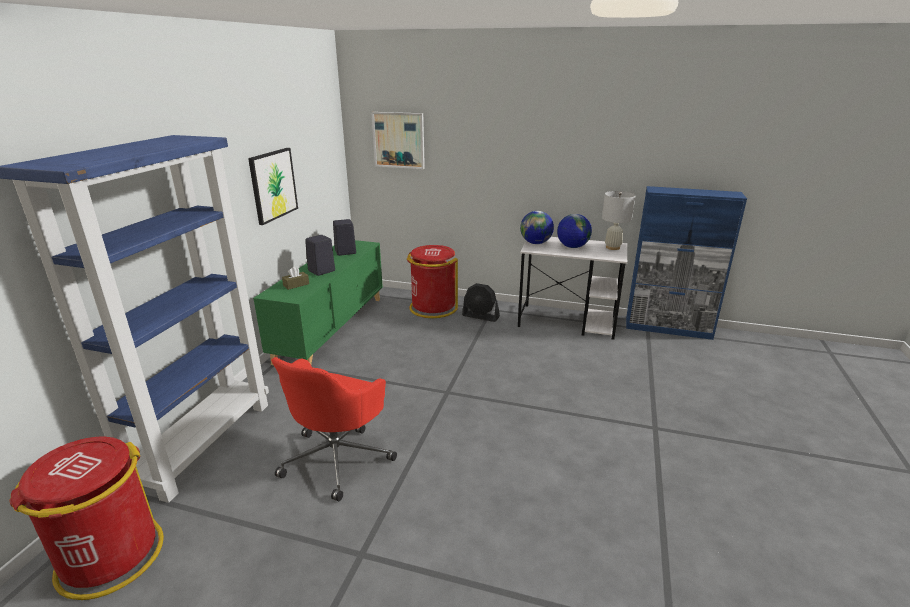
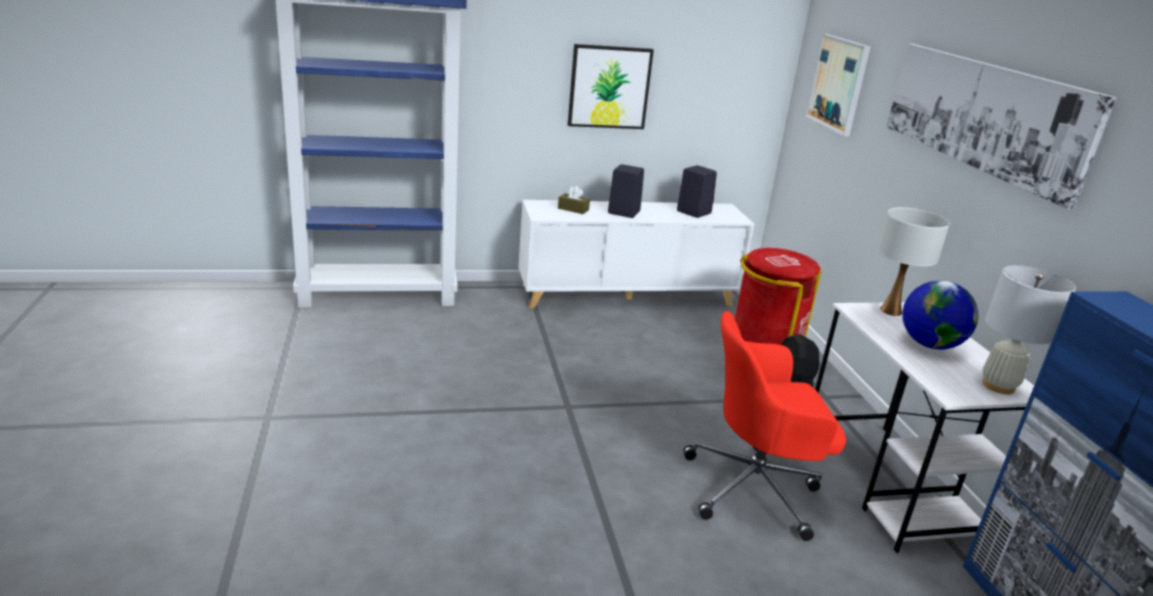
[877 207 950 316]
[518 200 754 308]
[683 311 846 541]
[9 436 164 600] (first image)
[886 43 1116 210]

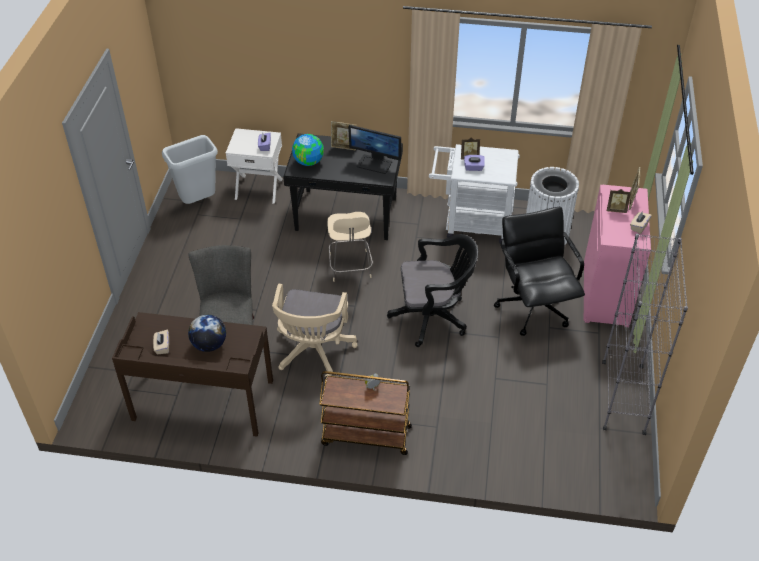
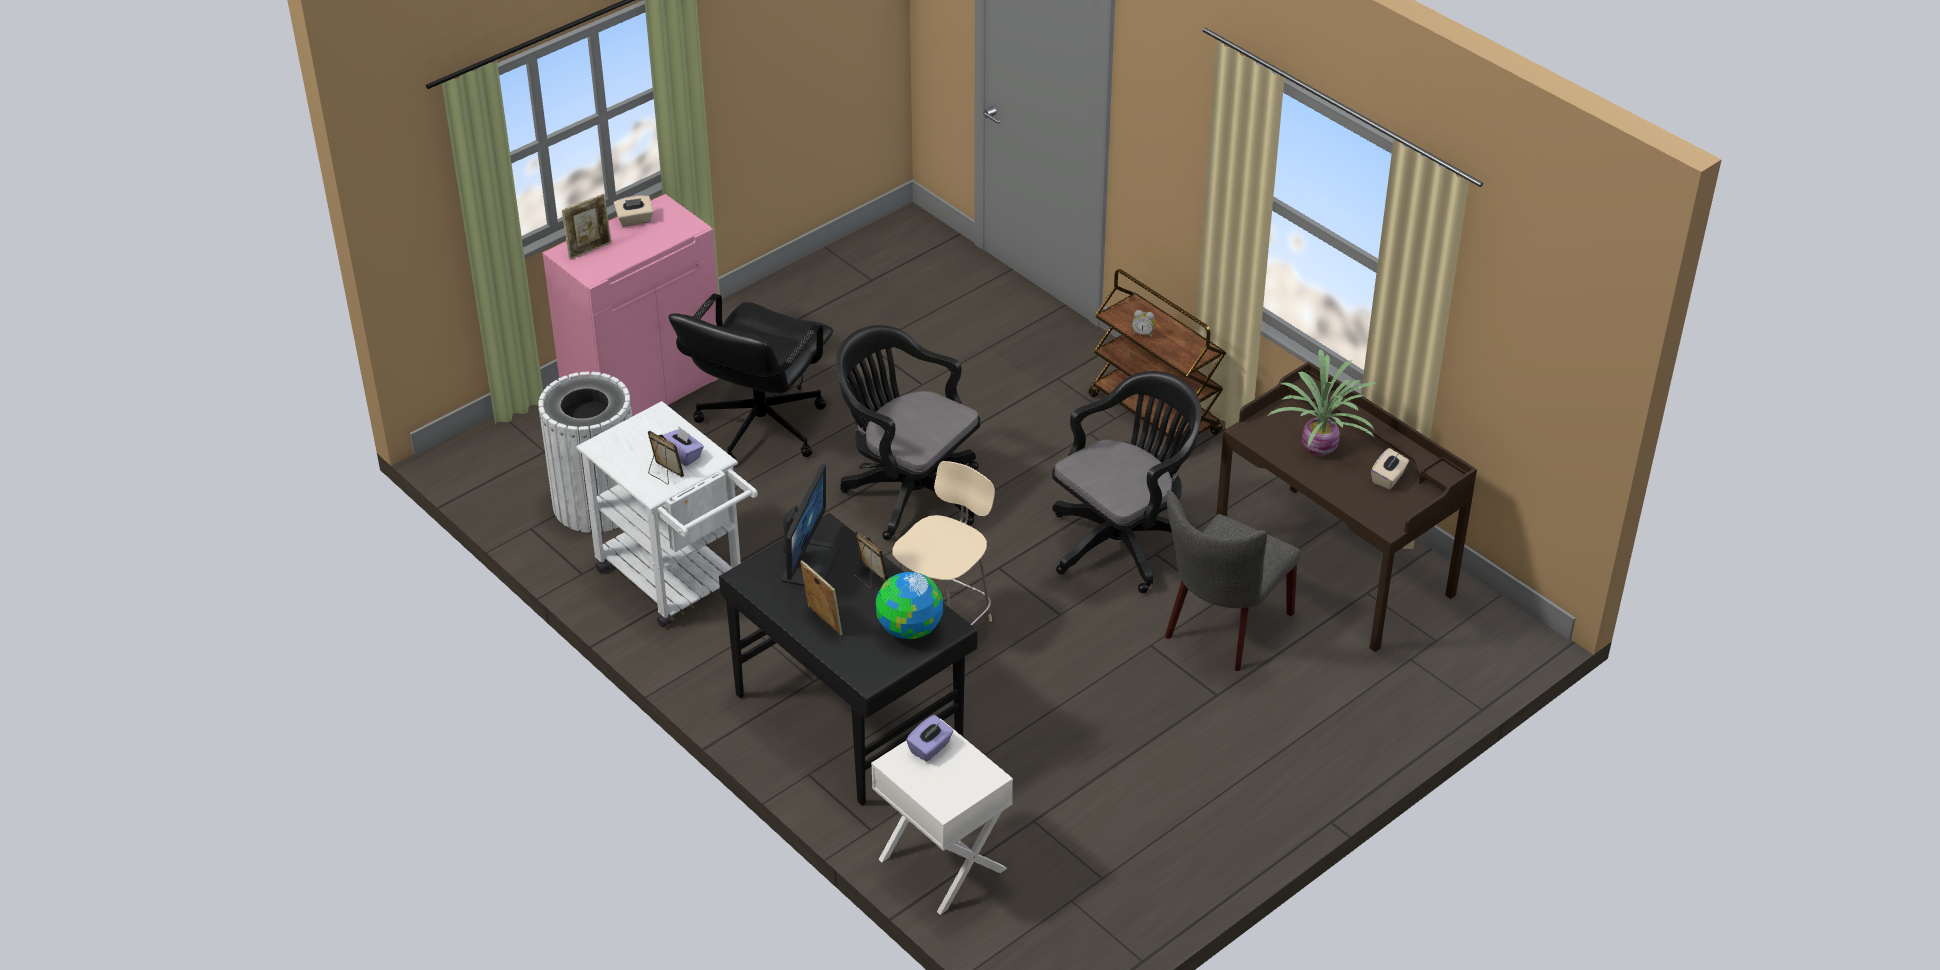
[781 464 840 586]
[162 135 218 204] (first image)
[853 531 888 588]
[602 234 688 435] (first image)
[1052 371 1201 593]
[1267 349 1376 456]

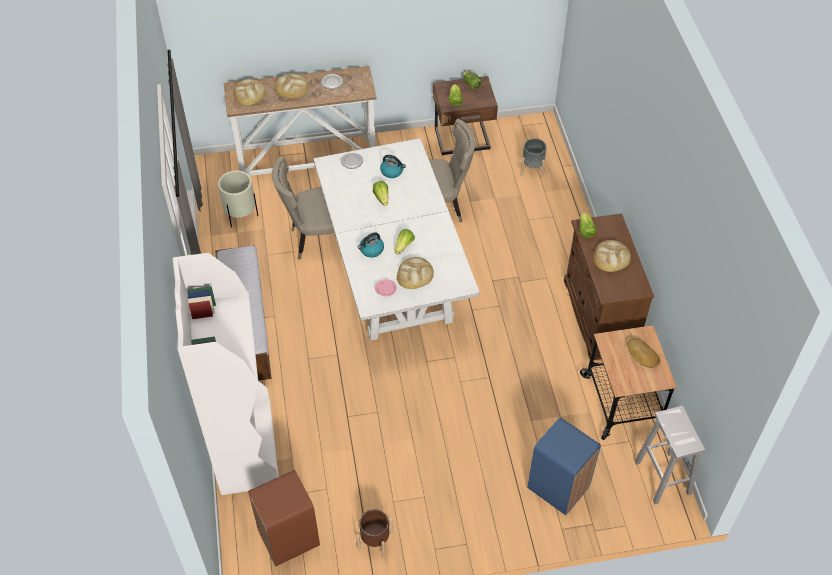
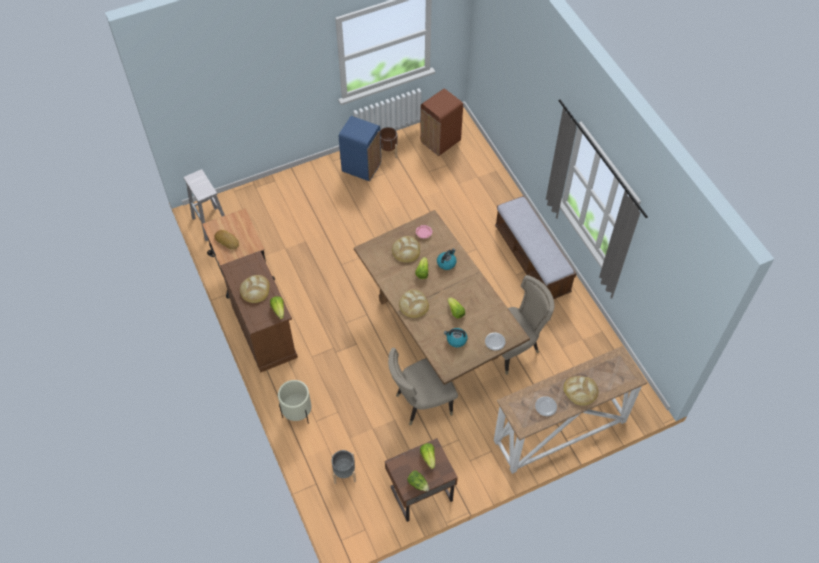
[399 289 429 318]
[354 210 530 385]
[278 380 312 424]
[173 253 279 495] (first image)
[339 116 381 181]

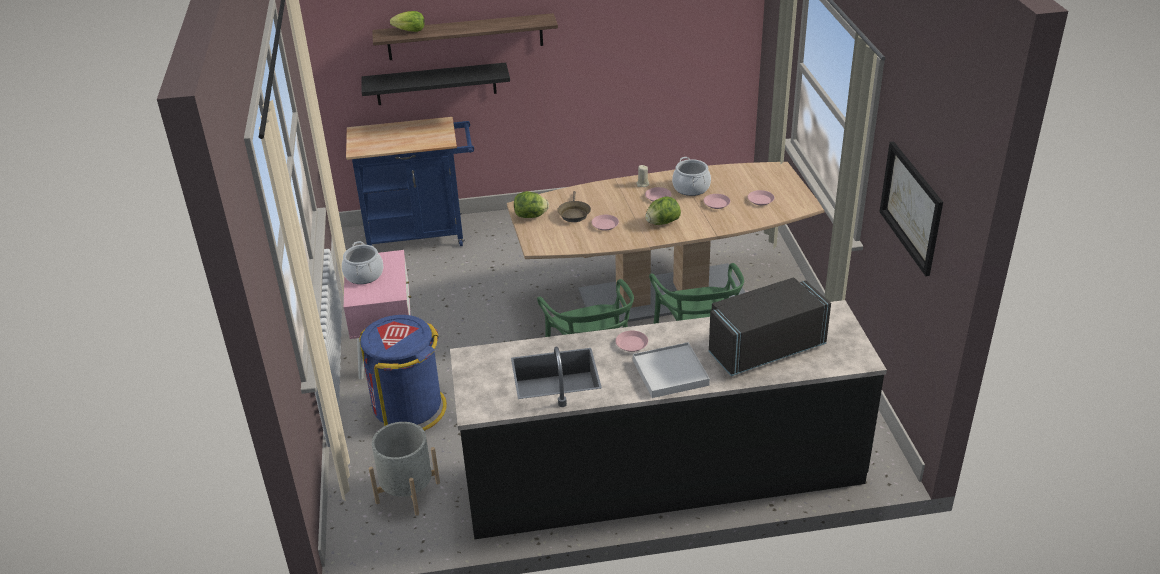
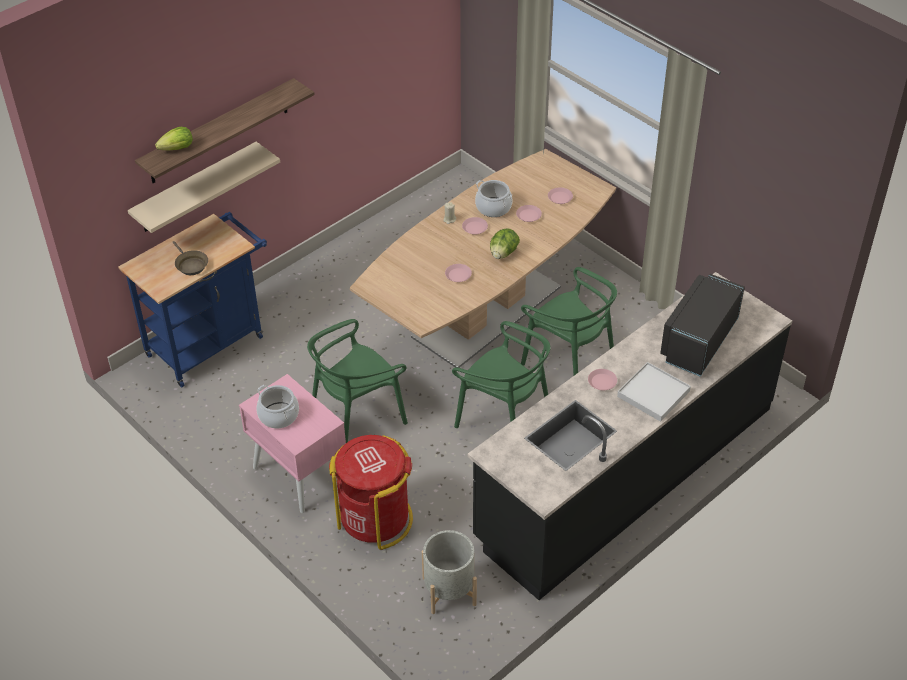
[128 142 280 233]
[879 141 943 276] (first image)
[514 191 549 218] (first image)
[173 241 208 275]
[329 435 413 550]
[307 319 408 443]

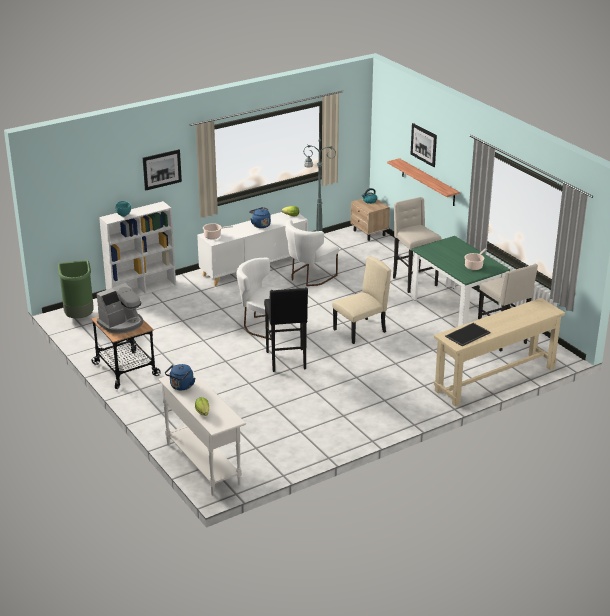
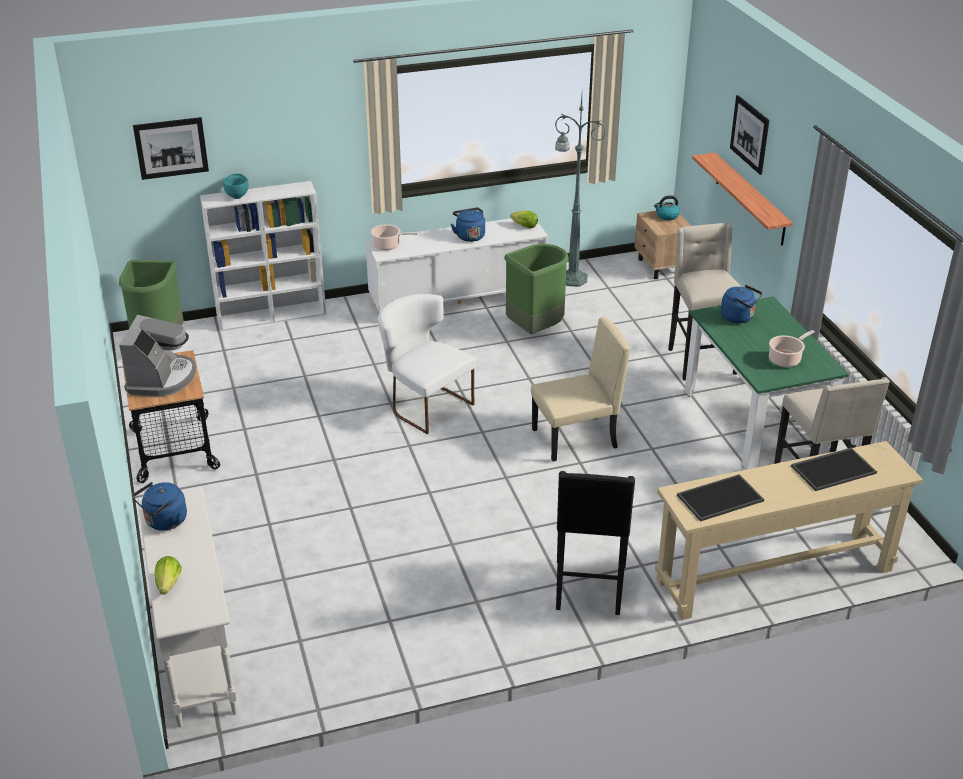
[133 117 209 180]
[504 244 569 334]
[119 315 196 397]
[556 471 635 615]
[721 285 762 323]
[791 448 877 491]

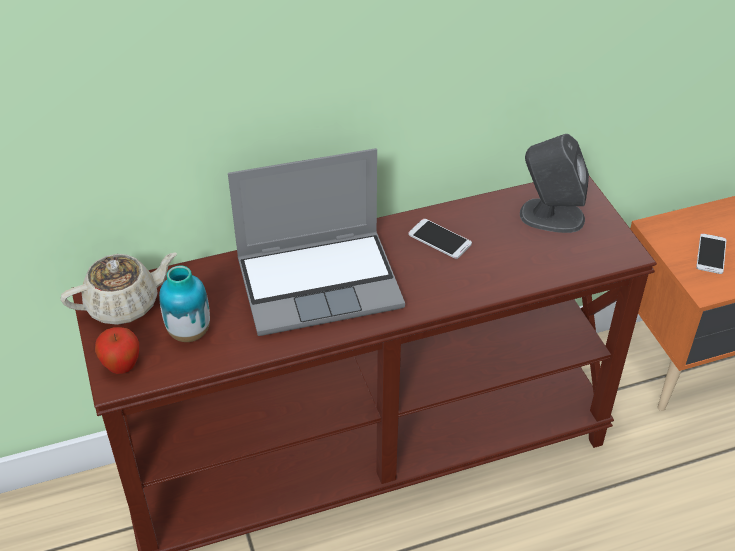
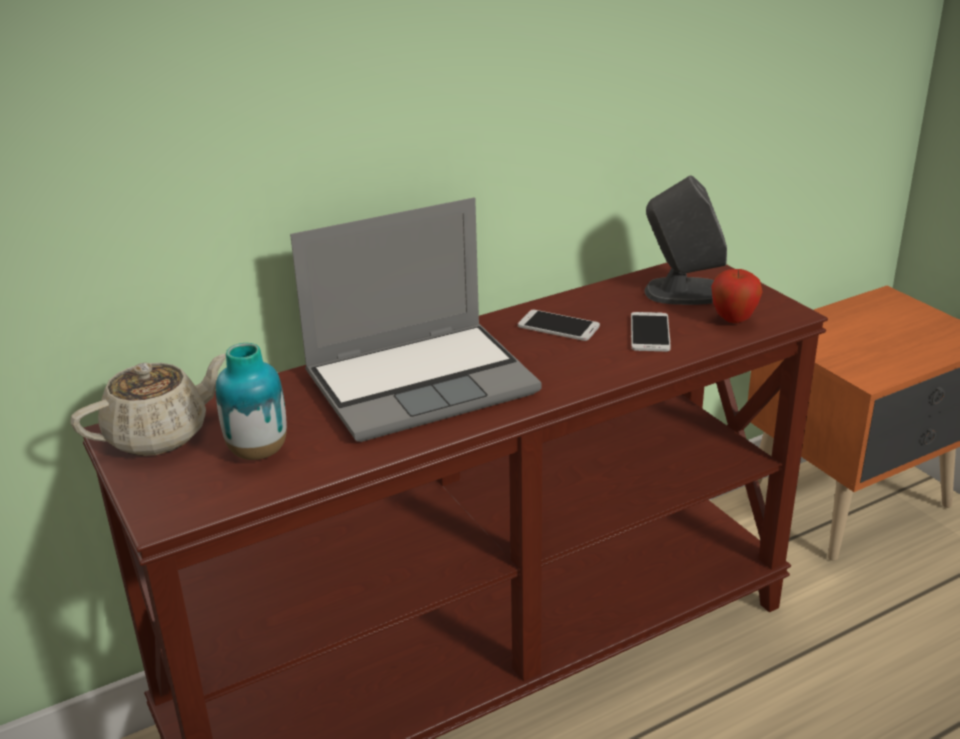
[631 312 671 352]
[711 269 762 323]

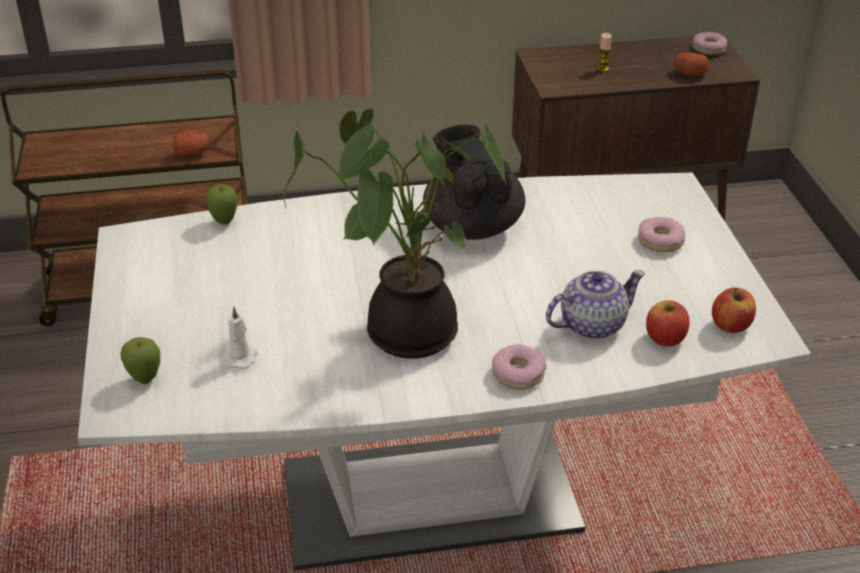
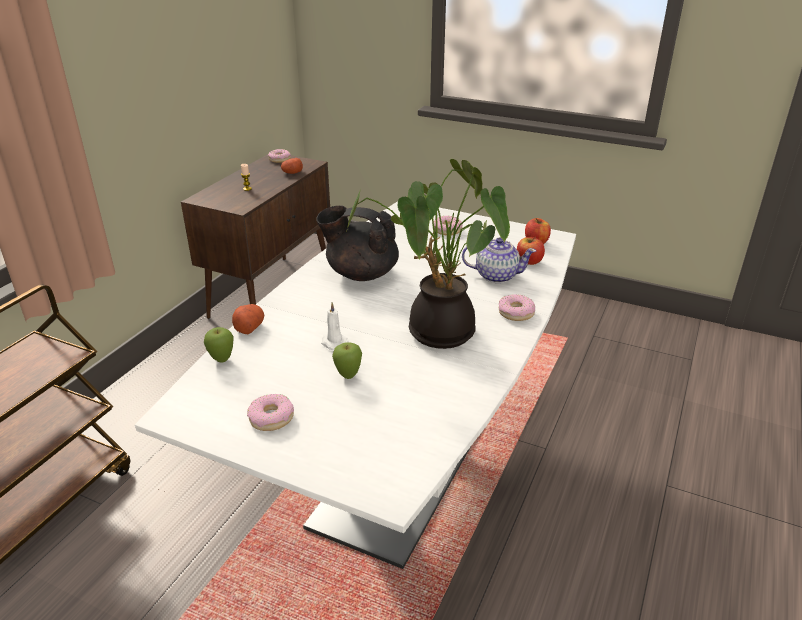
[232 304 264 334]
[462 237 536 283]
[321 302 349 350]
[332 342 362 379]
[247 394 294 431]

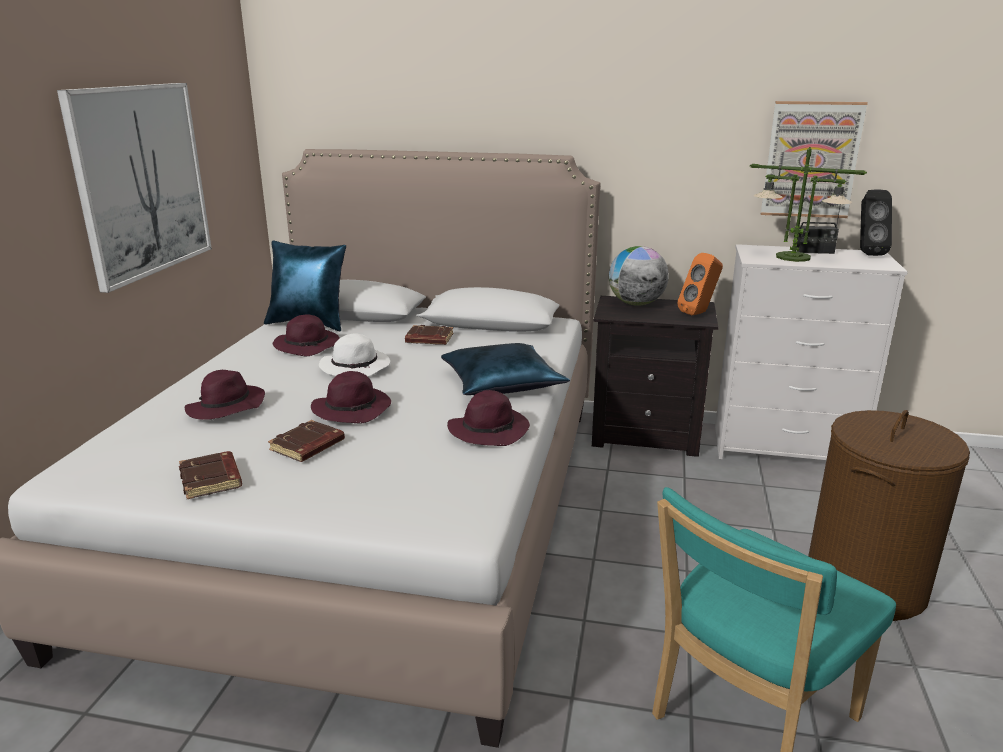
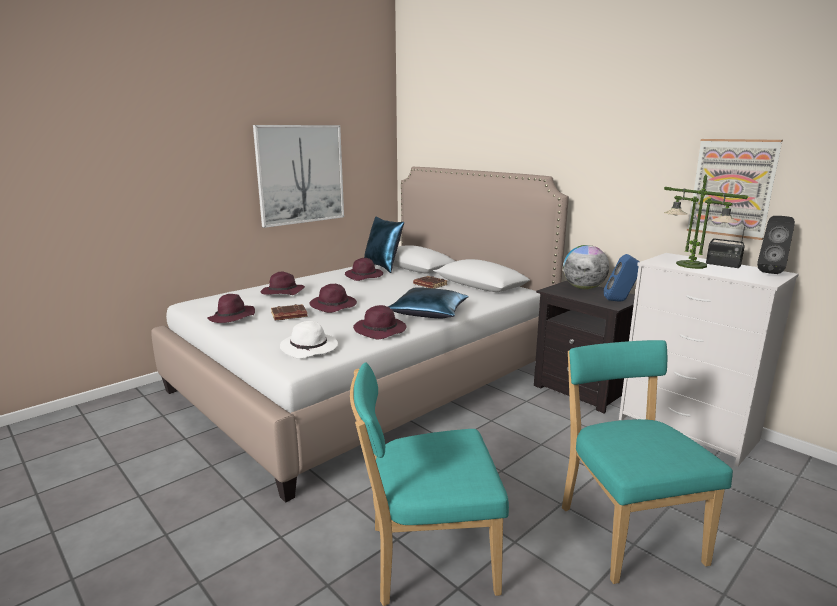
[604 254 640 301]
[280 321 338 358]
[562 340 733 584]
[207 294 255 323]

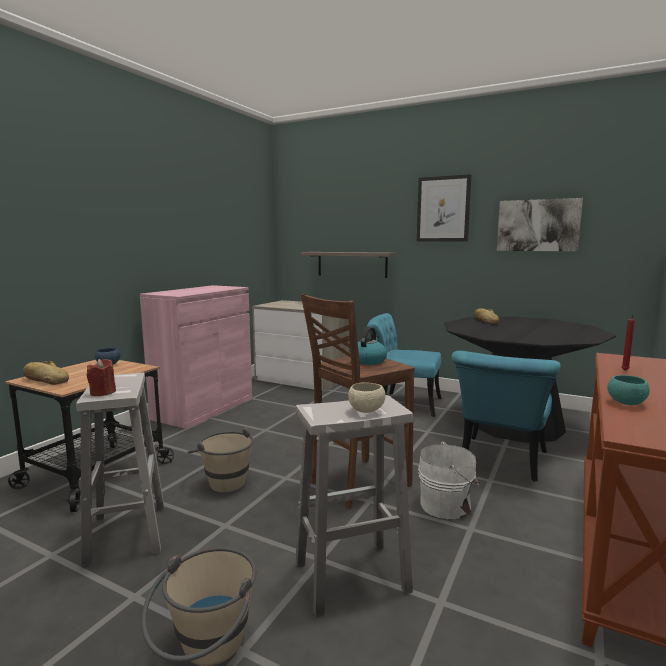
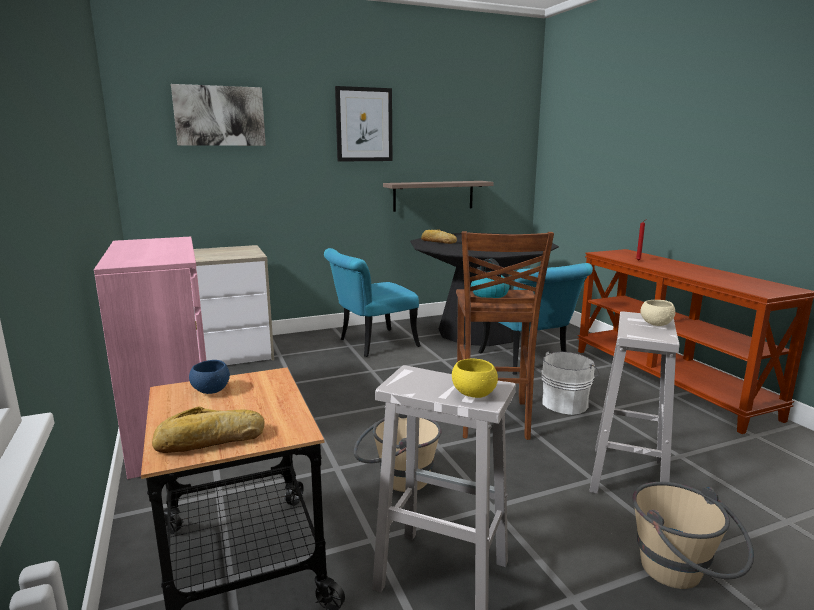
[171 84 266 146]
[383 181 494 212]
[452 359 498 398]
[607 375 650 405] (first image)

